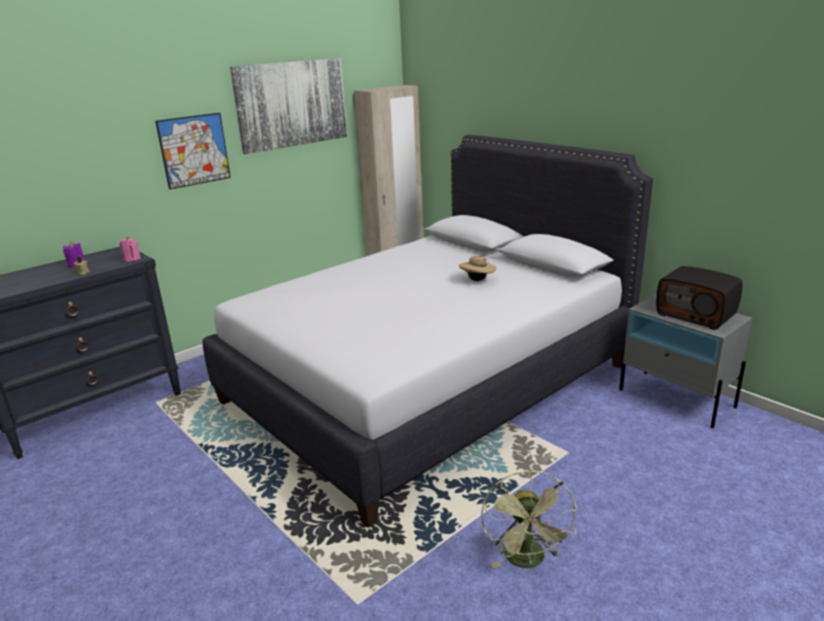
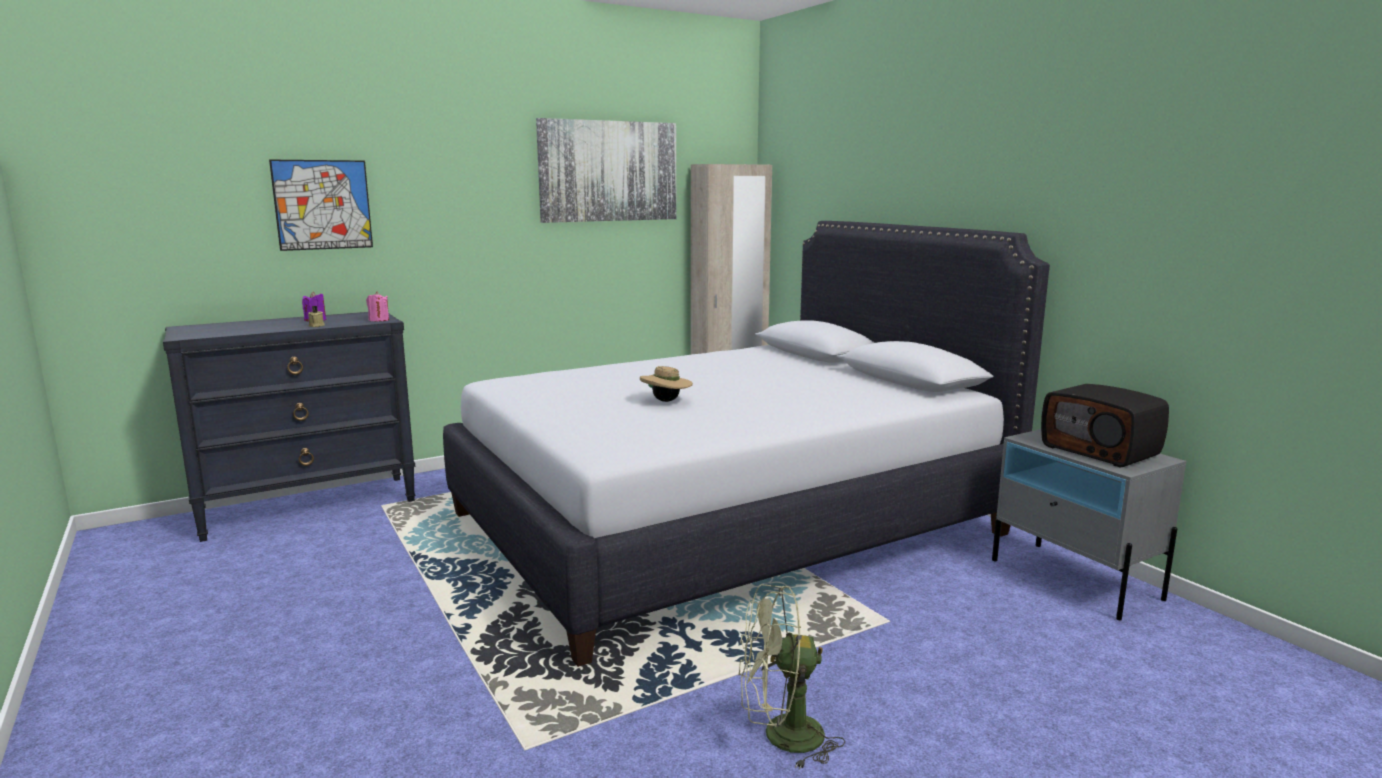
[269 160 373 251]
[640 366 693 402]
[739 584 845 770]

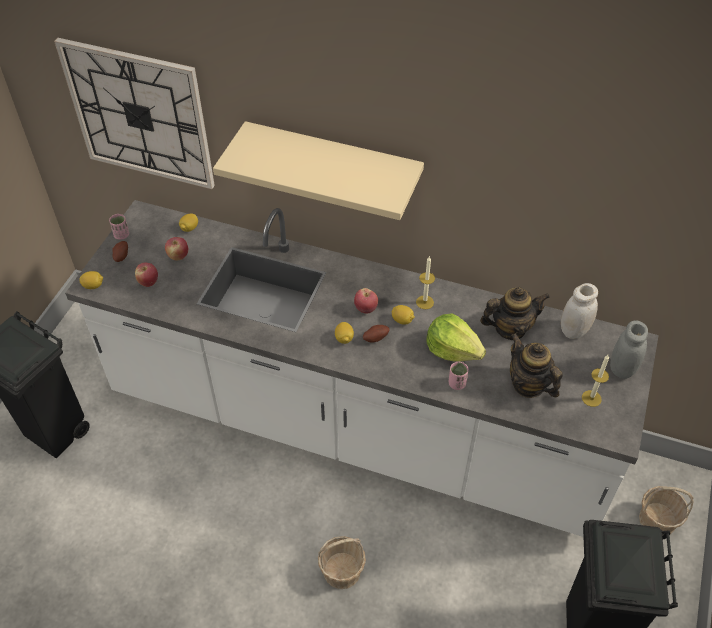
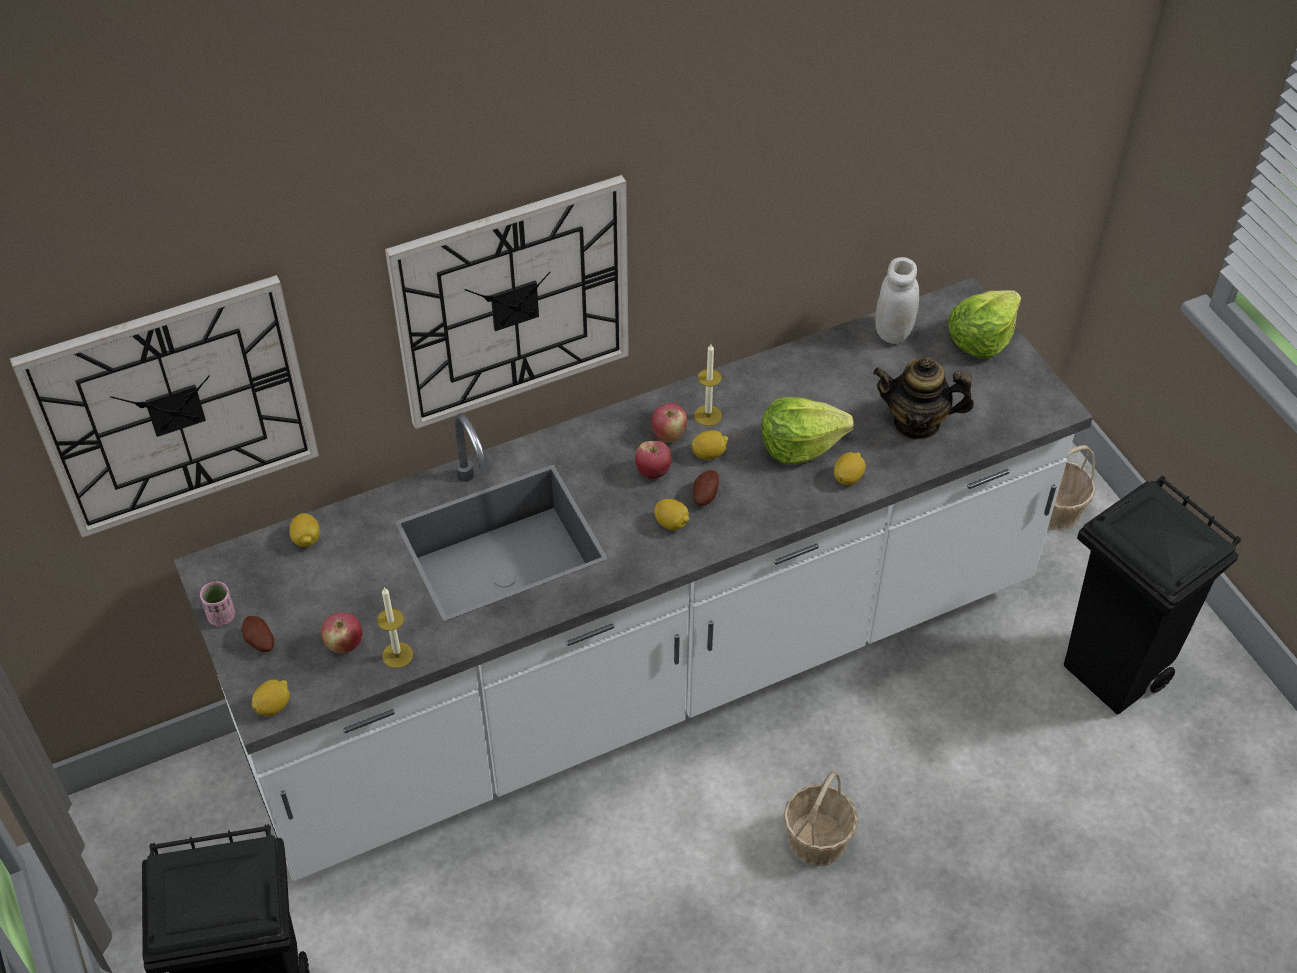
[385 175 629 429]
[651 403 687 443]
[480 287 550 340] (first image)
[948 290 1021 359]
[377 587 413 668]
[834 452 866 485]

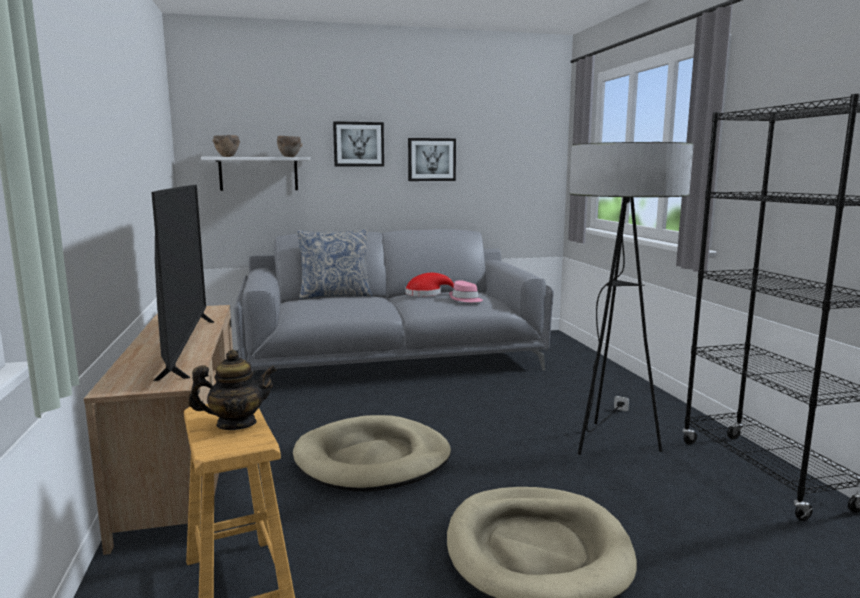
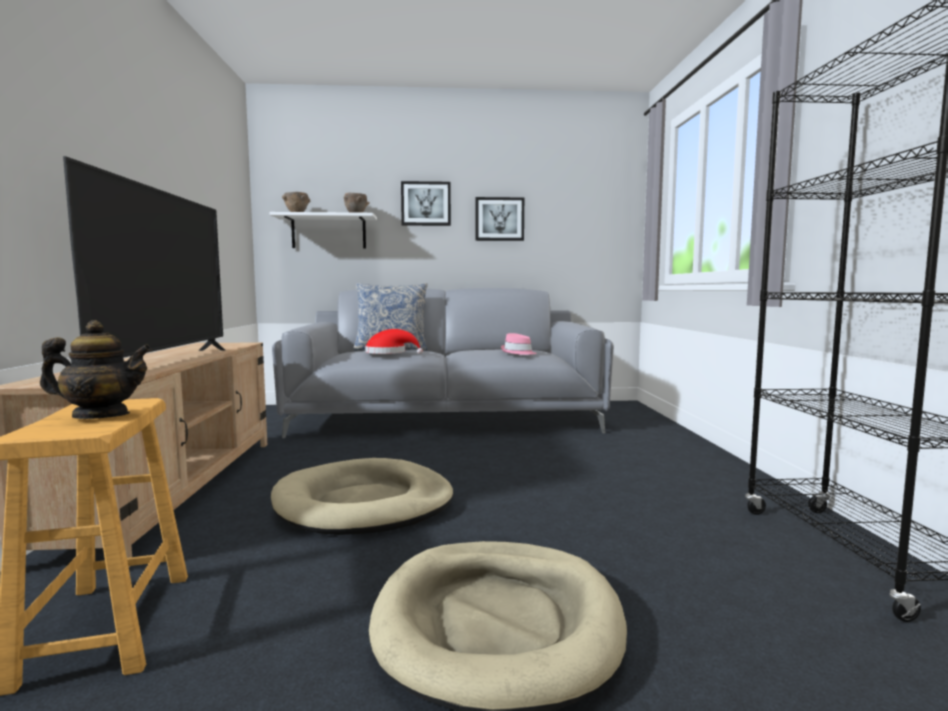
[569 142 694 455] (first image)
[365 329 423 354]

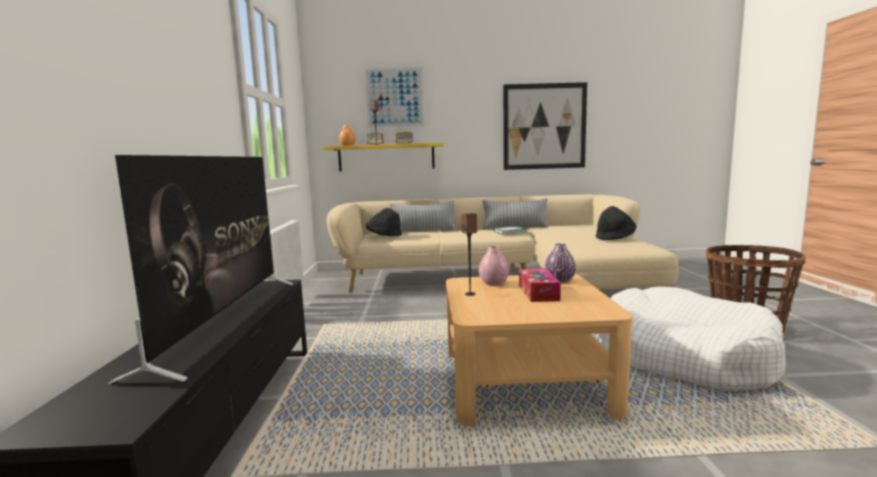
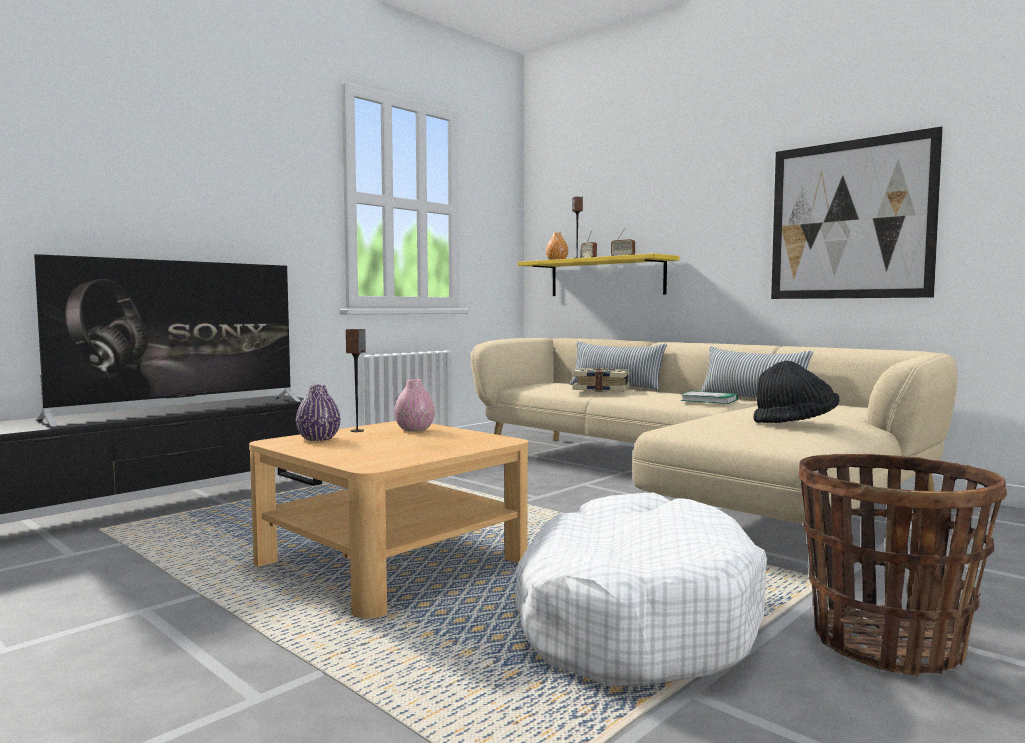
[365 67 425 128] (first image)
[366 208 402 237] (first image)
[296 385 341 441]
[519 269 561 302] (first image)
[572 368 630 392]

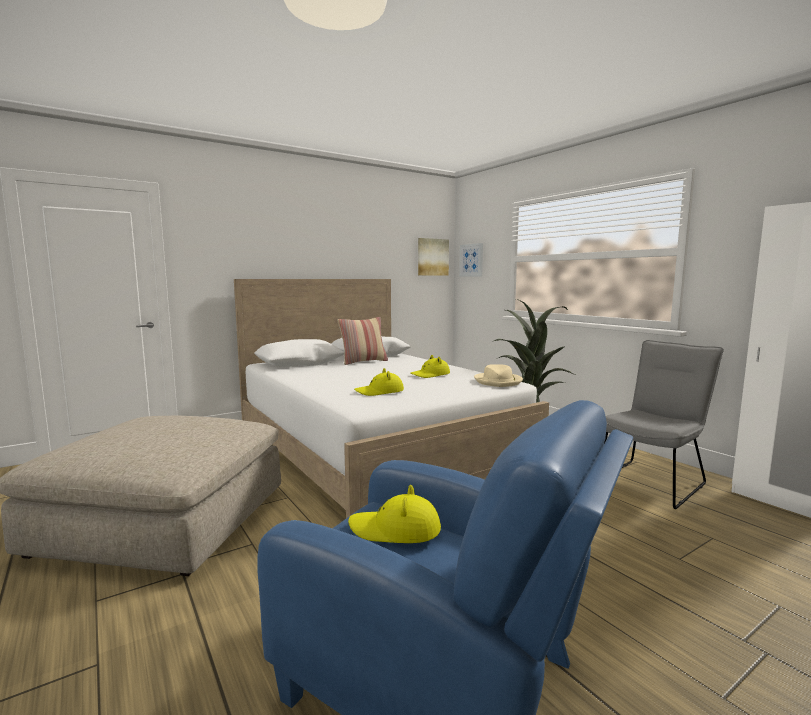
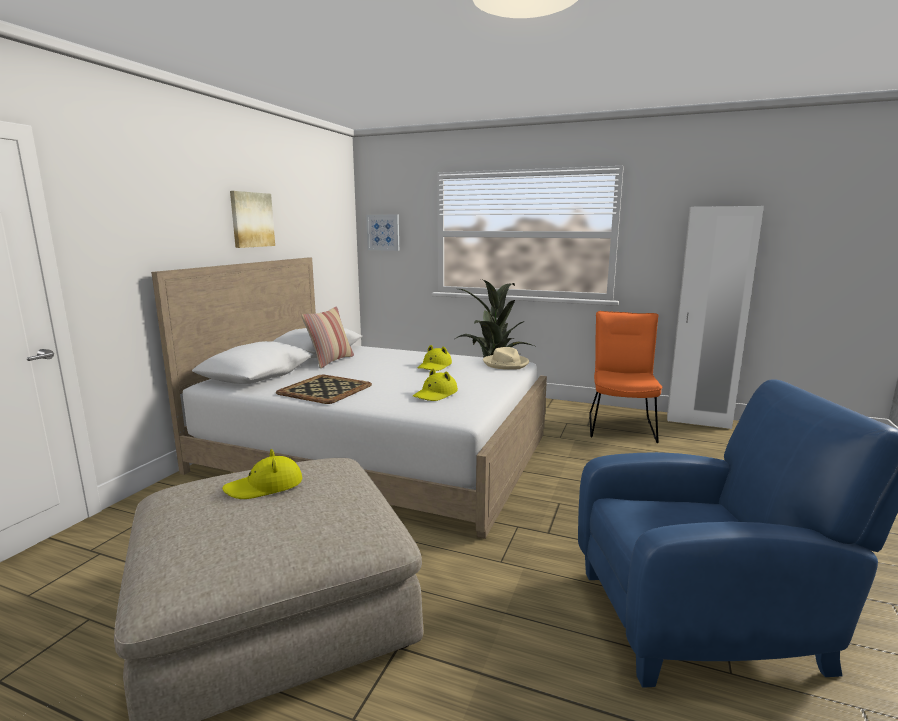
[230 191 275 248]
[589 311 663 443]
[222 449 302 499]
[276 375 372 404]

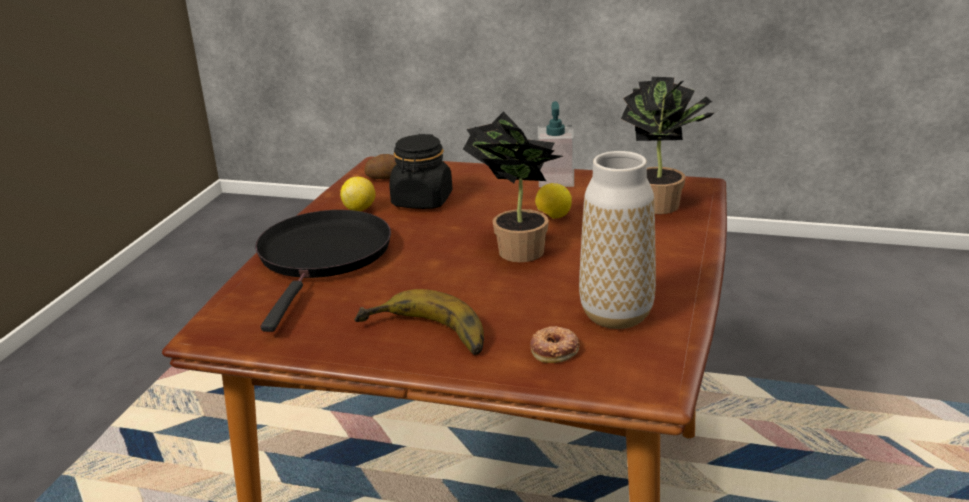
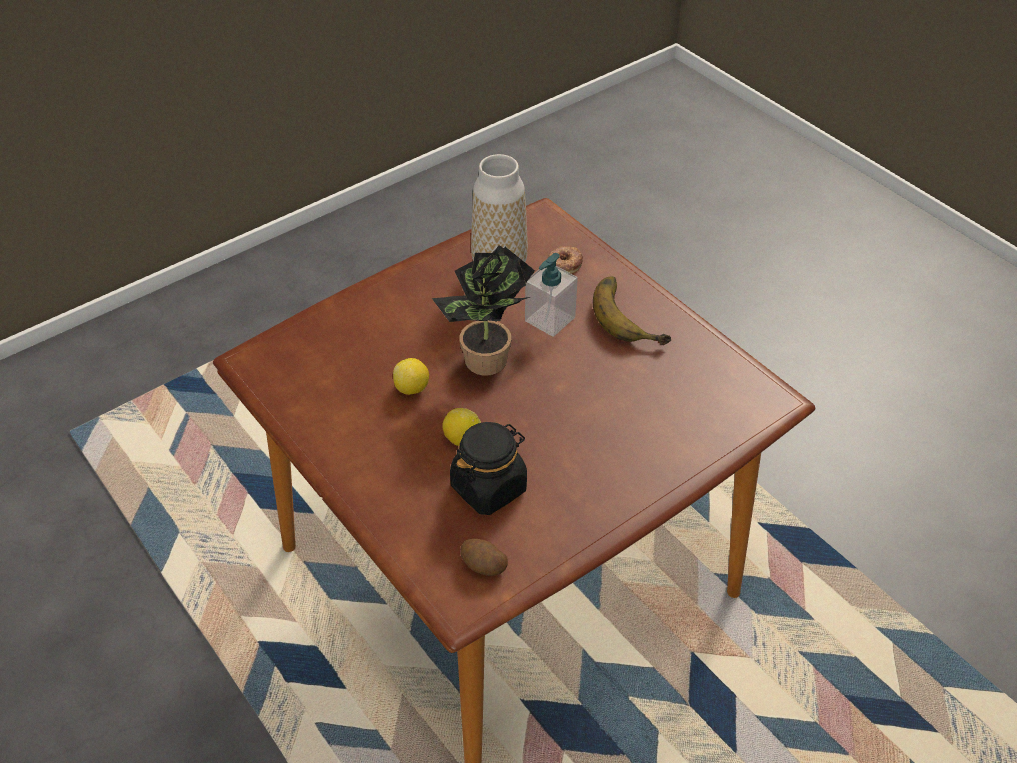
[621 77 715 214] (first image)
[525 253 578 337]
[442 408 481 446]
[255 210 391 332] (first image)

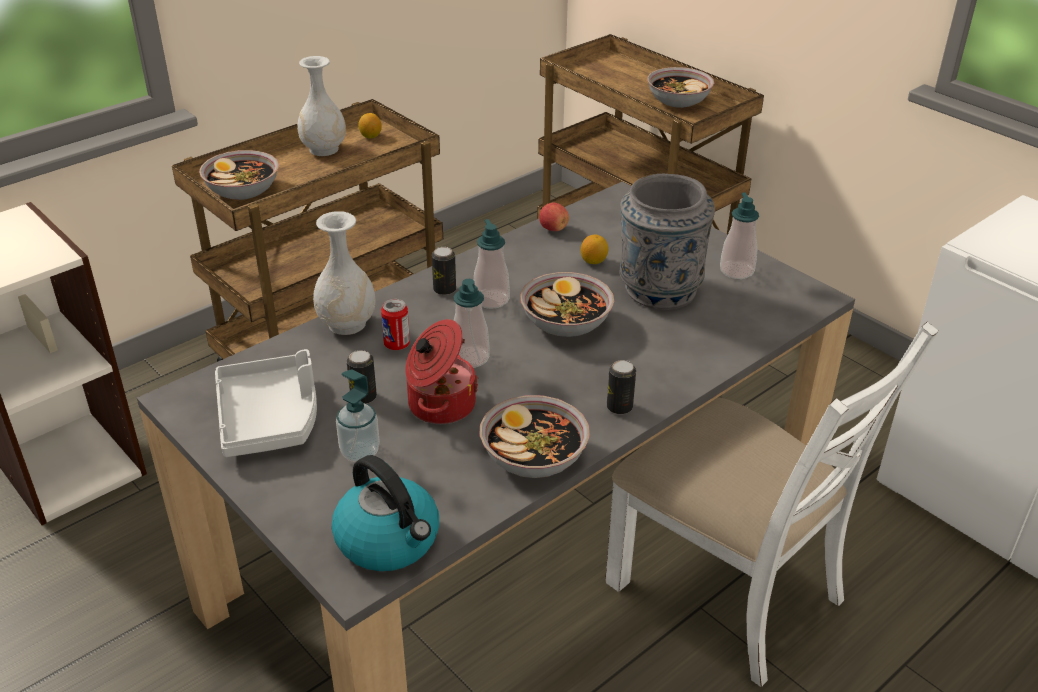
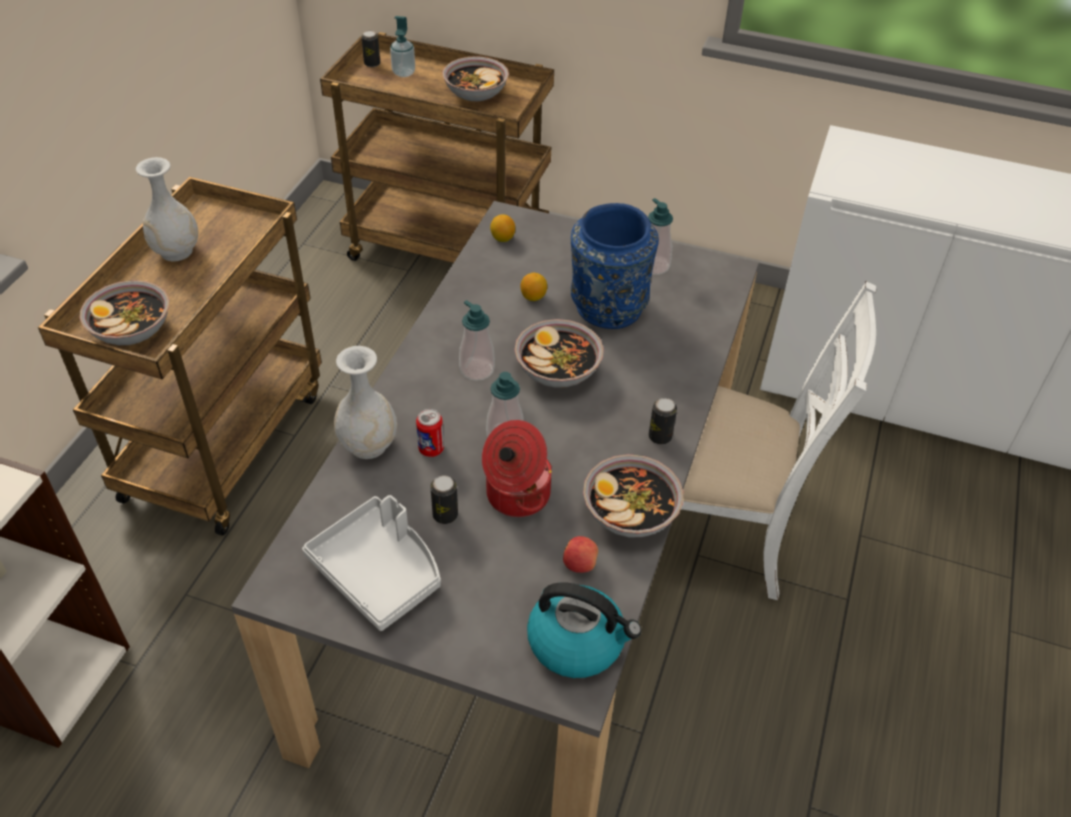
[490 214 515 242]
[571 203 659 329]
[563 536 598 573]
[361 31 380 67]
[390 16 415 77]

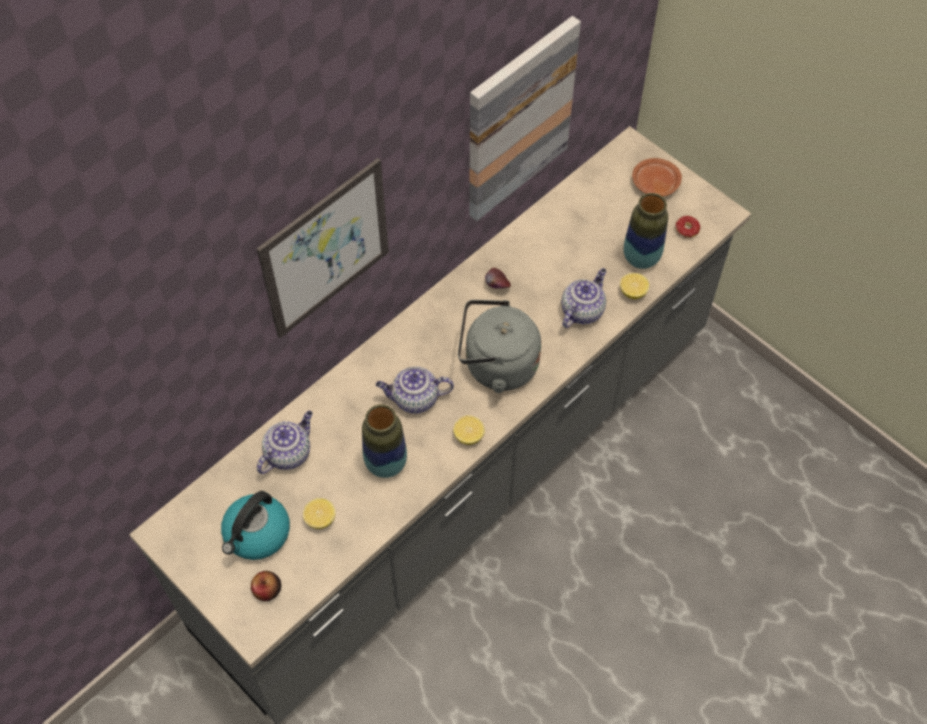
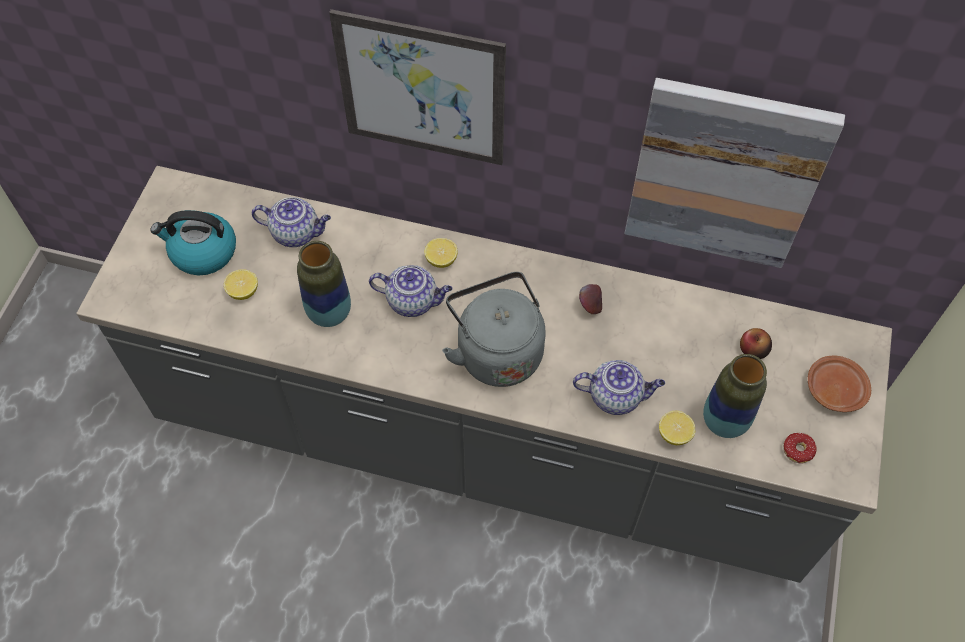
[369 265 452 317]
[424 238 458 268]
[740 328 772 359]

